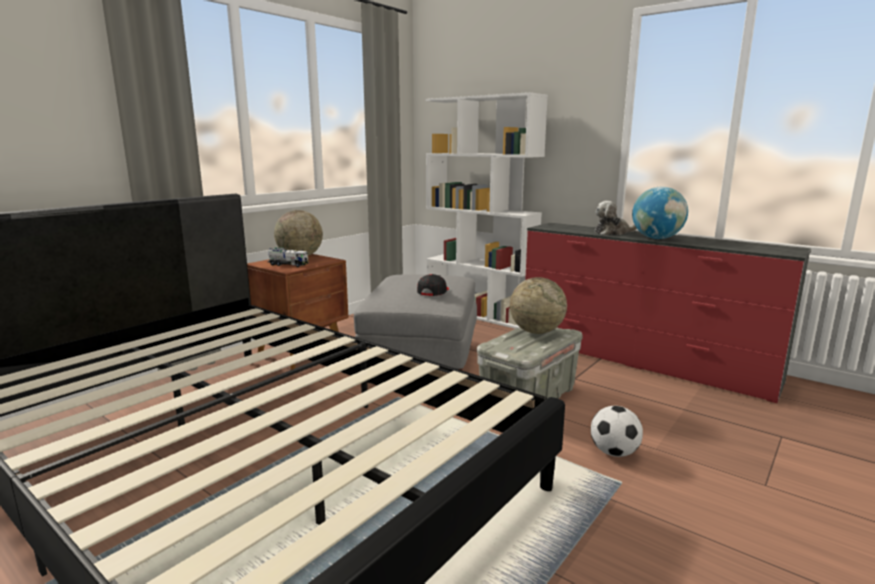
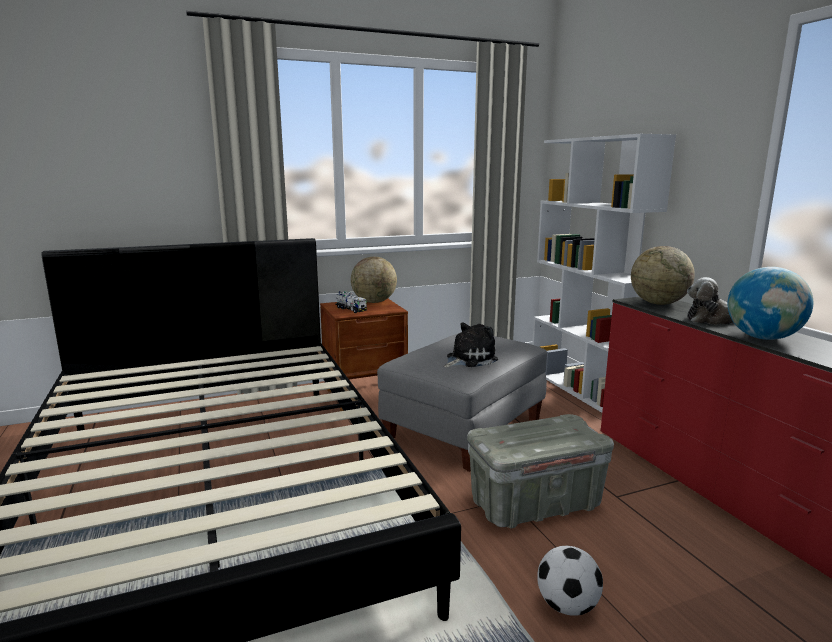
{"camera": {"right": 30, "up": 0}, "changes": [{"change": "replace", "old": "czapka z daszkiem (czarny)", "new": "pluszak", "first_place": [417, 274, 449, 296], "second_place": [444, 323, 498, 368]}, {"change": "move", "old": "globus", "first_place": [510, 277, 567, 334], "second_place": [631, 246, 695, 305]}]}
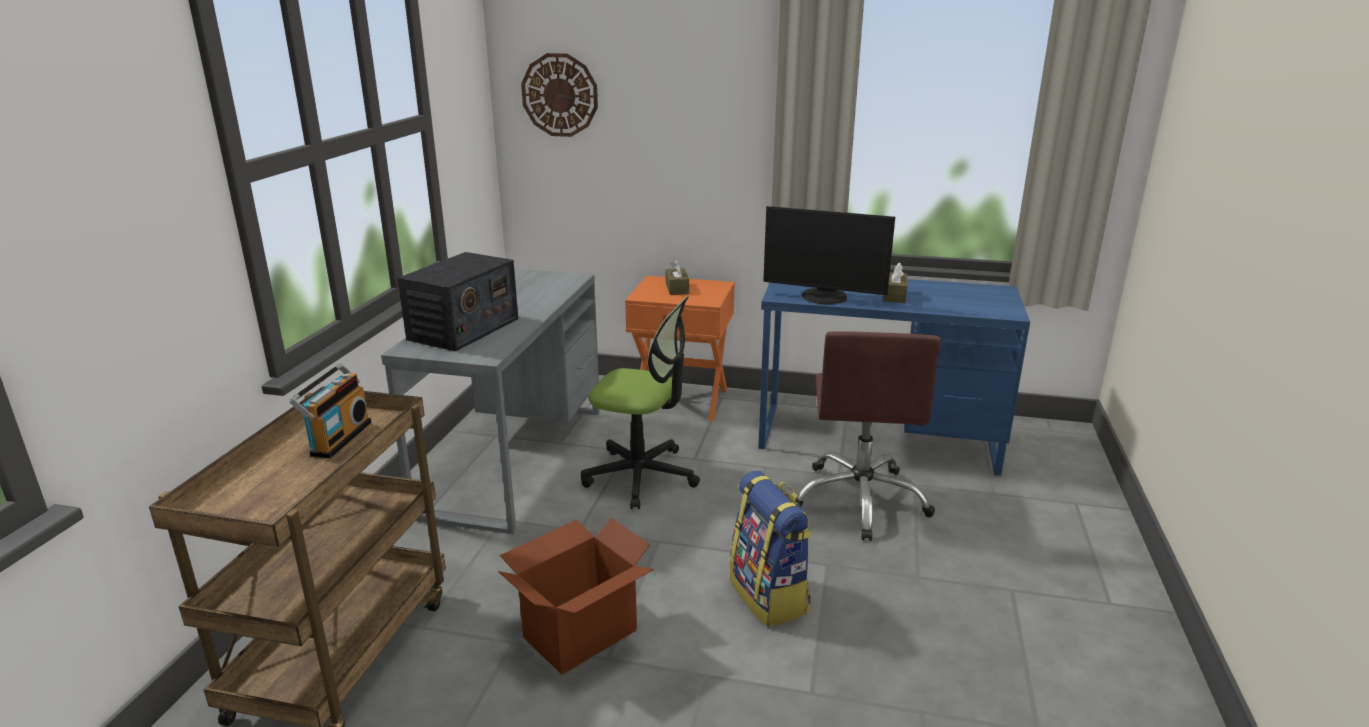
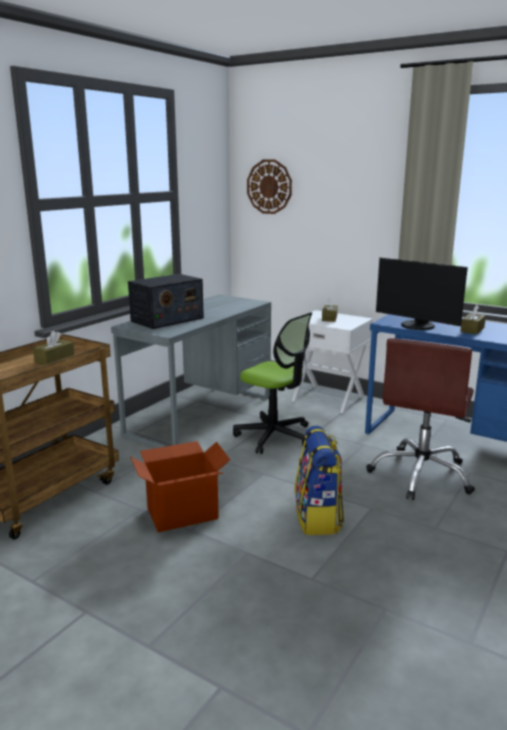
{"camera": {"right": 20, "up": -5}, "changes": [{"change": "replace", "old": "radio", "new": "pudełko chusteczek (brązowy)", "first_place": [289, 363, 371, 458], "second_place": [33, 331, 74, 365]}, {"change": "recolor", "old": "szafka nocna (pomarańczowy)", "new": "szafka nocna (biały)", "first_place": [625, 276, 735, 422], "second_place": [292, 310, 373, 413]}]}
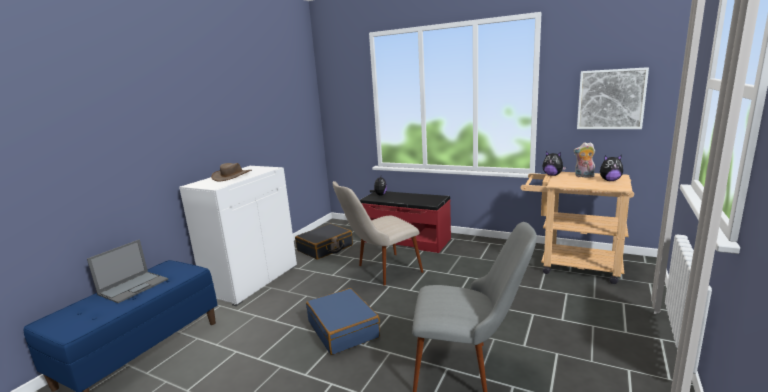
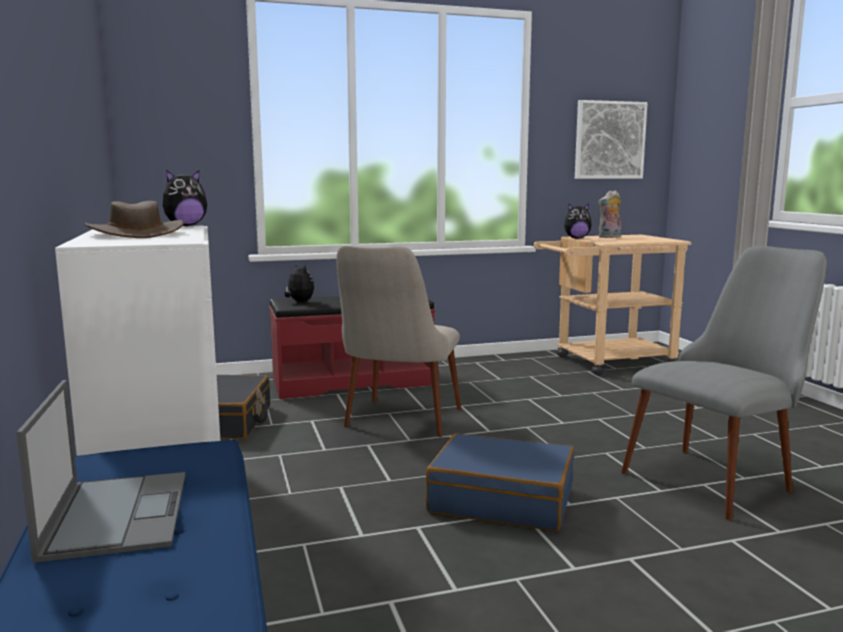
{"camera": {"right": -45, "up": -5}, "changes": [{"change": "move", "old": "pluszak", "first_place": [600, 155, 623, 181], "second_place": [162, 170, 207, 226]}]}
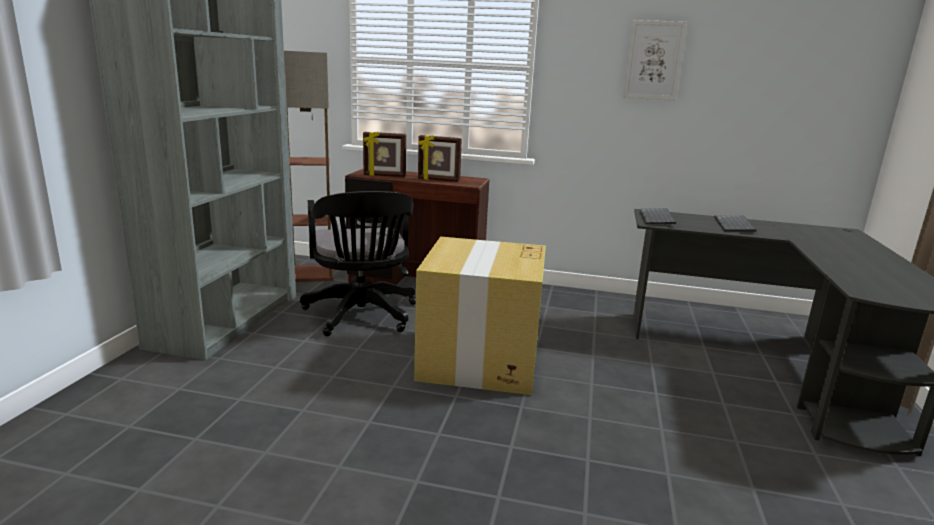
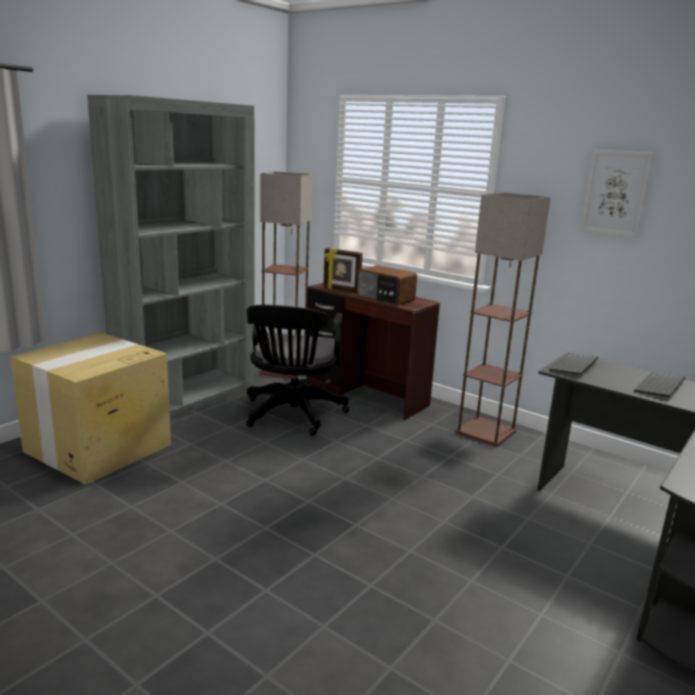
{"camera": {"right": 25, "up": 0}, "changes": [{"change": "move", "old": "karton", "first_place": [414, 237, 546, 395], "second_place": [11, 333, 171, 485]}, {"change": "replace", "old": "ramka na zdjęcie", "new": "radio", "first_place": [418, 135, 462, 182], "second_place": [357, 265, 417, 306]}, {"change": "insert", "new": "lampa stojąca", "second_place": [456, 192, 551, 447]}]}
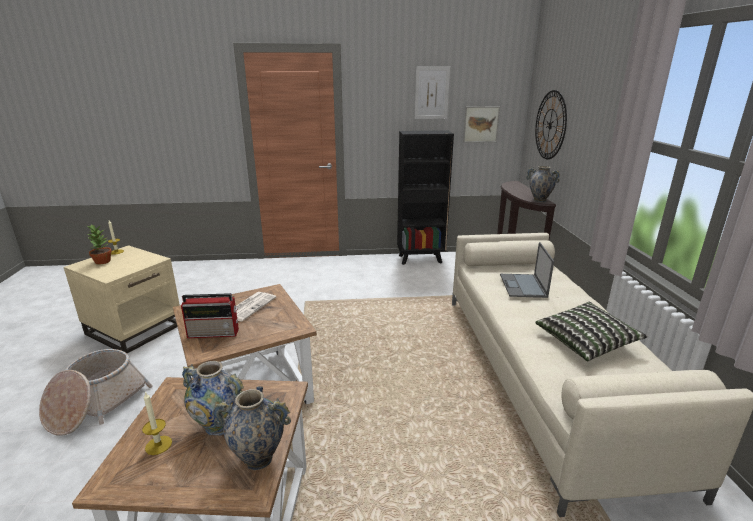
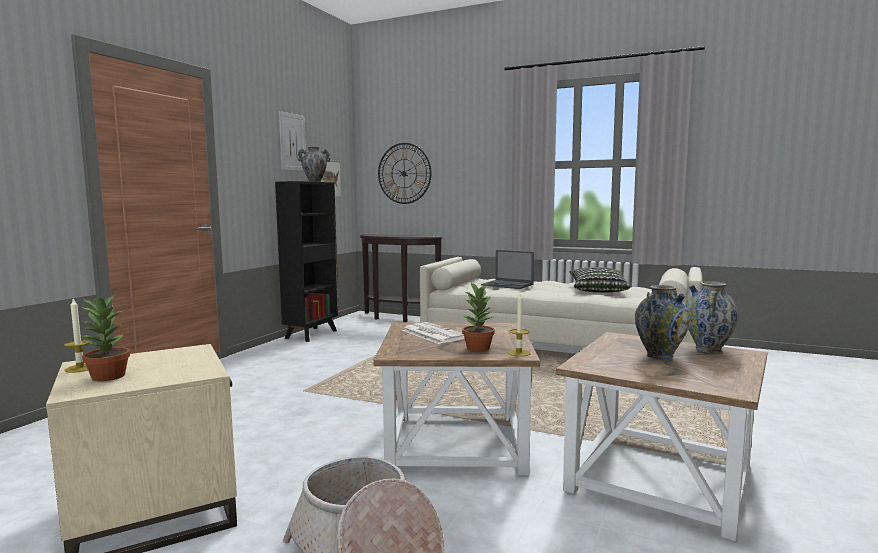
{"camera": {"right": -60, "up": -15}, "changes": [{"change": "move", "old": "świeca", "first_place": [142, 392, 172, 455], "second_place": [508, 294, 531, 357]}, {"change": "replace", "old": "radio", "new": "roślina doniczkowa", "first_place": [181, 293, 239, 338], "second_place": [462, 283, 495, 351]}, {"change": "move", "old": "wazon", "first_place": [526, 166, 560, 202], "second_place": [297, 147, 330, 182]}]}
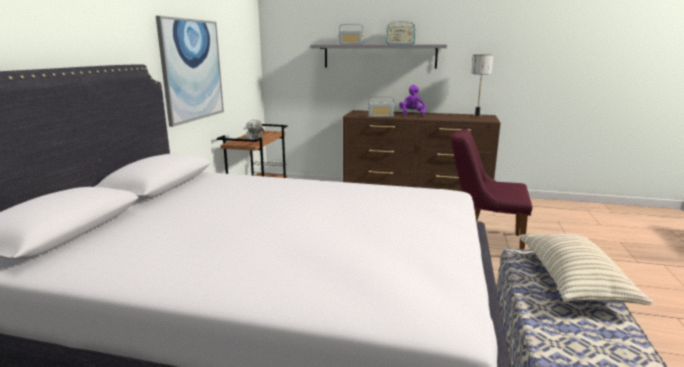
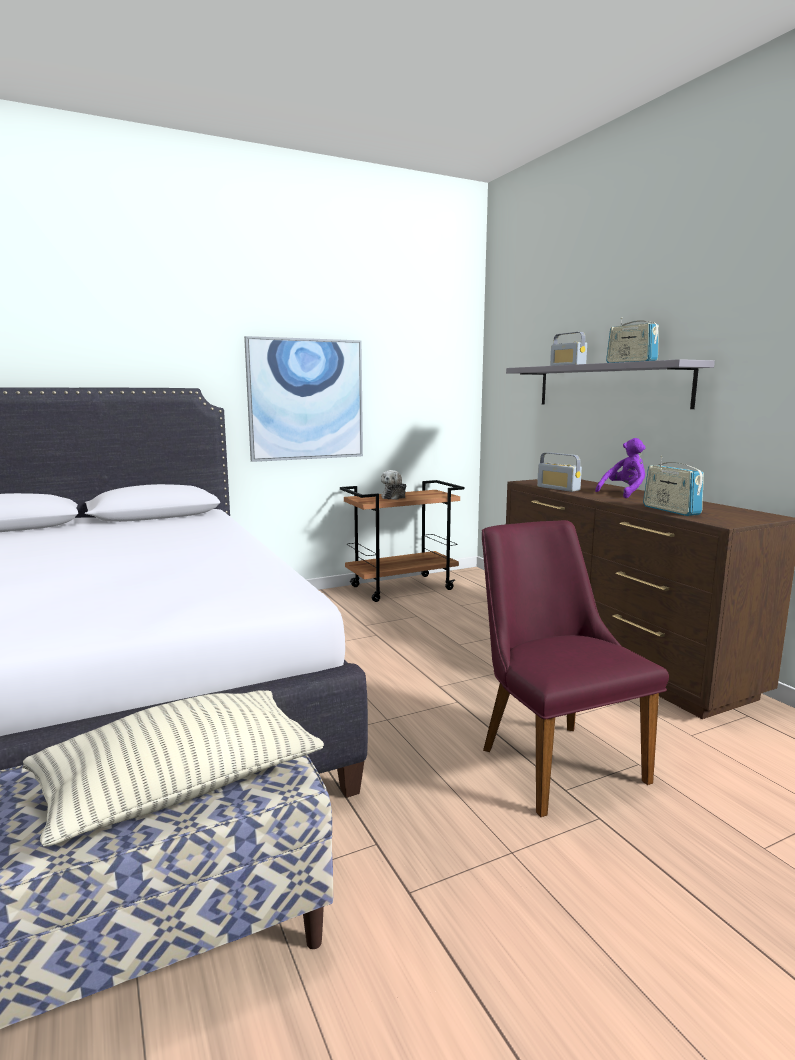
{"camera": {"right": 50, "up": -5}, "changes": [{"change": "delete", "old": "lampa stołowa", "first_place": [471, 55, 493, 117]}, {"change": "insert", "new": "radio", "second_place": [643, 456, 704, 516]}]}
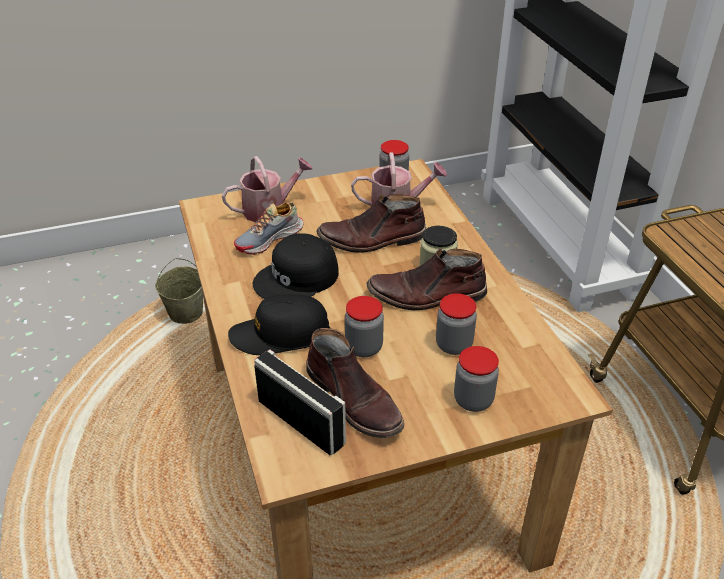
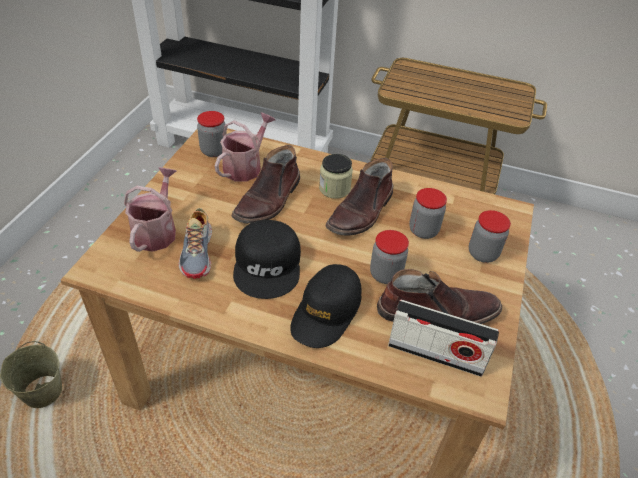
{"camera": {"right": -55, "up": 5}, "changes": [{"change": "rotate", "old": "radio", "first_place": [254, 350, 346, 455], "second_place": [388, 299, 499, 377], "degrees": -150}]}
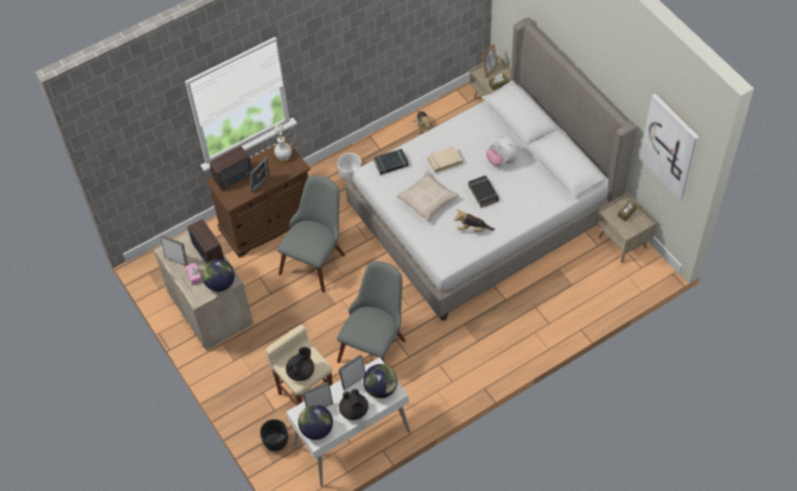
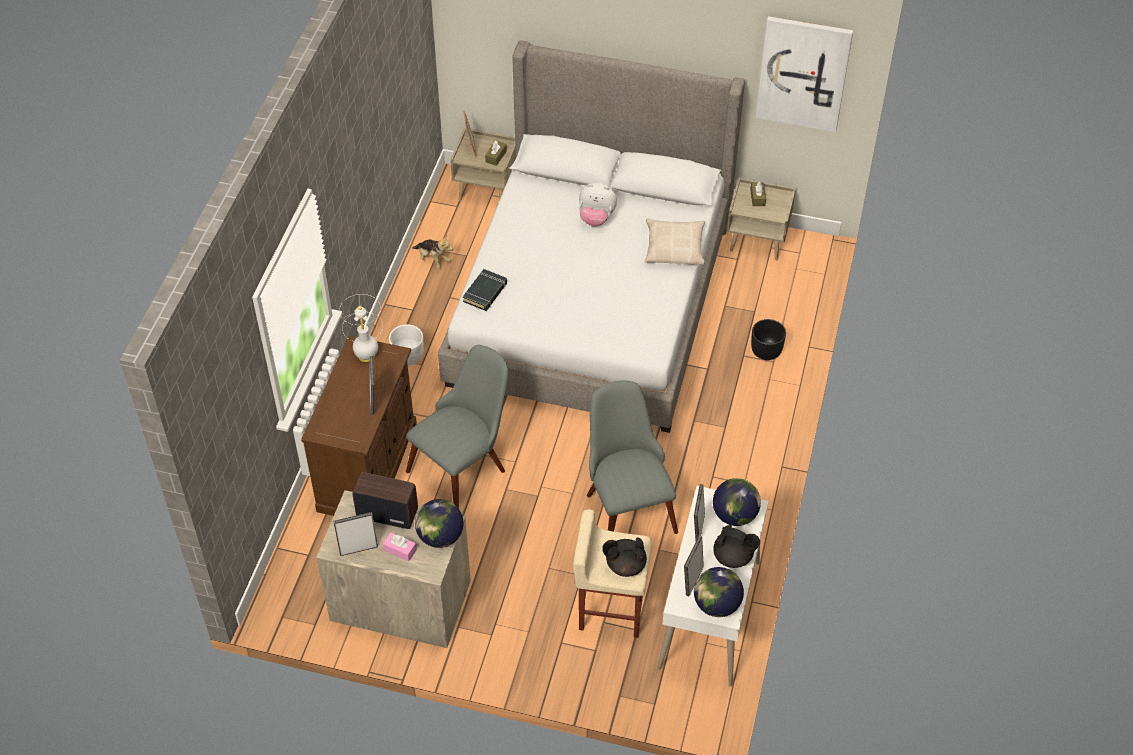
{"camera": {"right": -45, "up": -5}, "changes": [{"change": "delete", "old": "radio", "first_place": [210, 146, 253, 190]}, {"change": "move", "old": "donica (czarny)", "first_place": [260, 419, 288, 451], "second_place": [751, 319, 786, 360]}, {"change": "rotate", "old": "krzesło (szary)", "first_place": [277, 175, 345, 293], "second_place": [406, 345, 509, 508], "degrees": 60}, {"change": "rotate", "old": "imbryk (czarny)", "first_place": [286, 347, 314, 381], "second_place": [602, 537, 647, 577], "degrees": -90}, {"change": "move", "old": "poduszka (beżowy)", "first_place": [397, 171, 459, 221], "second_place": [645, 218, 705, 265]}, {"change": "delete", "old": "książka (beżowy)", "first_place": [428, 146, 463, 173]}, {"change": "delete", "old": "pluszak", "first_place": [454, 210, 495, 232]}, {"change": "delete", "old": "książka (czarny)", "first_place": [468, 175, 499, 208]}]}
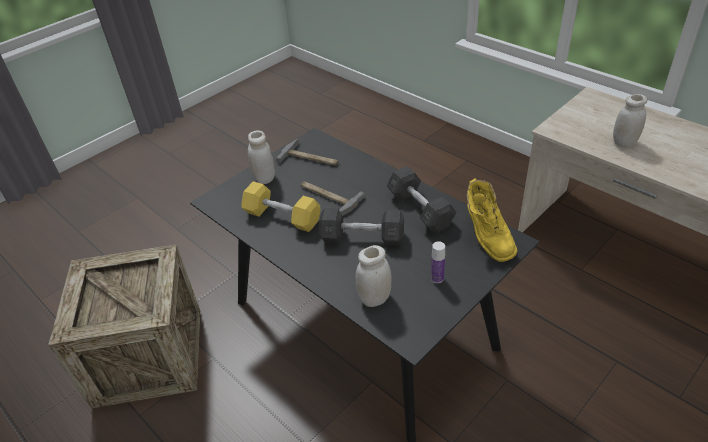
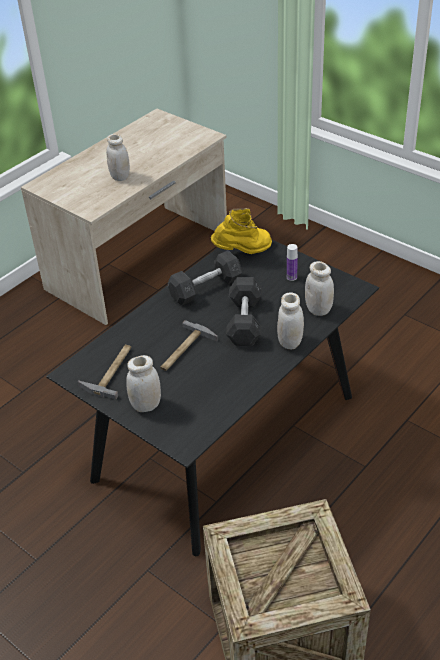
{"camera": {"right": -95, "up": 0}, "changes": [{"change": "delete", "old": "hantel (żółty)", "first_place": [241, 181, 321, 232]}, {"change": "insert", "new": "słoik (biały)", "second_place": [277, 292, 304, 350]}]}
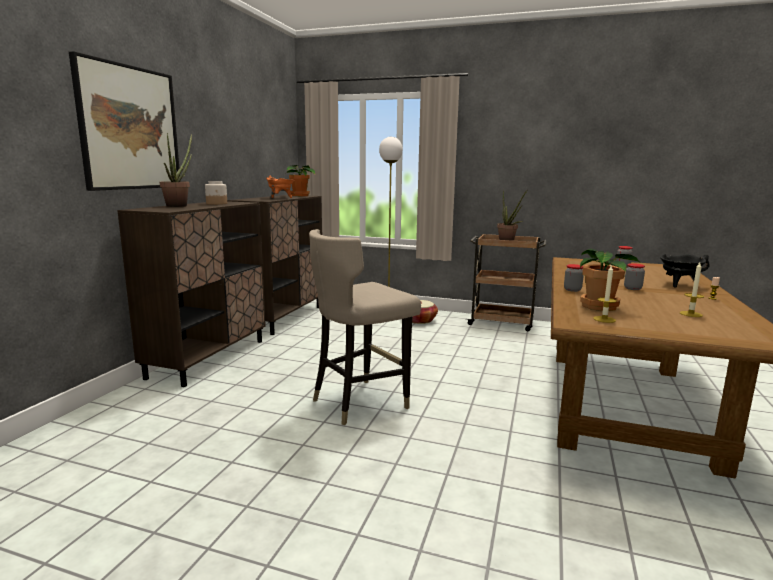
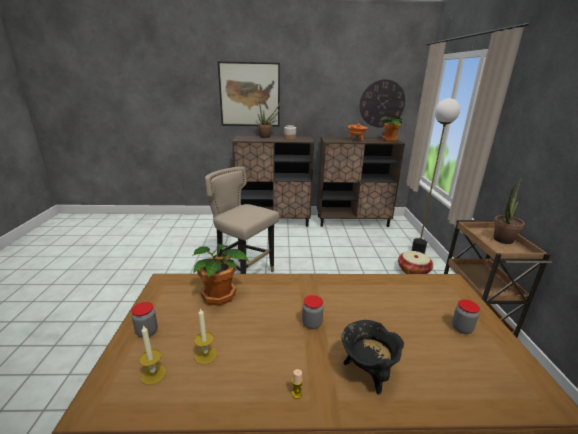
{"camera": {"right": 70, "up": 10}, "changes": [{"change": "move", "old": "słoik", "first_place": [564, 264, 584, 292], "second_place": [131, 302, 158, 338]}, {"change": "move", "old": "świeca", "first_place": [593, 264, 617, 323], "second_place": [139, 325, 166, 385]}, {"change": "insert", "new": "zegar ścienny", "second_place": [360, 79, 405, 128]}]}
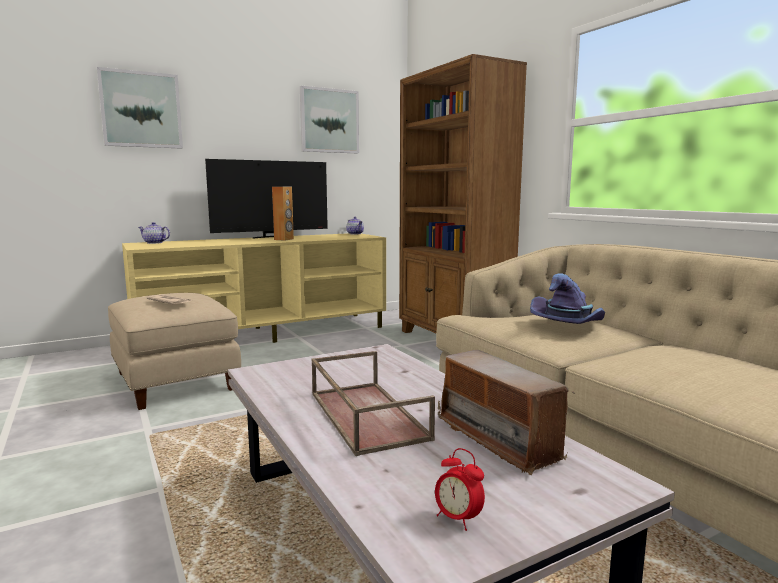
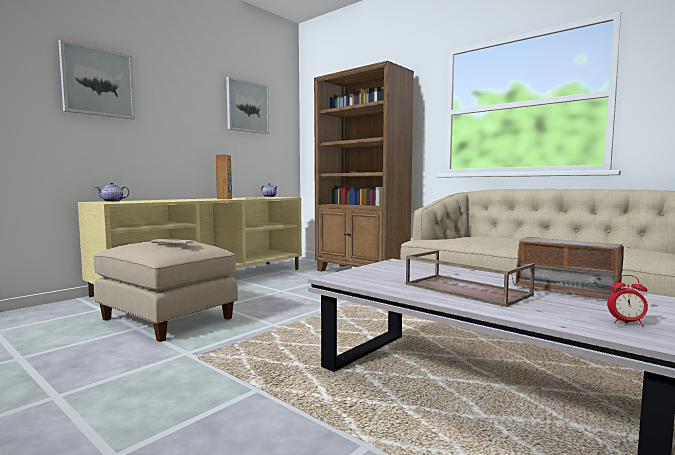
{"camera": {"right": -20, "up": -5}, "changes": [{"change": "delete", "old": "telewizor", "first_place": [205, 159, 328, 239]}, {"change": "delete", "old": "kapelusz (fioletowy)", "first_place": [530, 273, 605, 324]}]}
